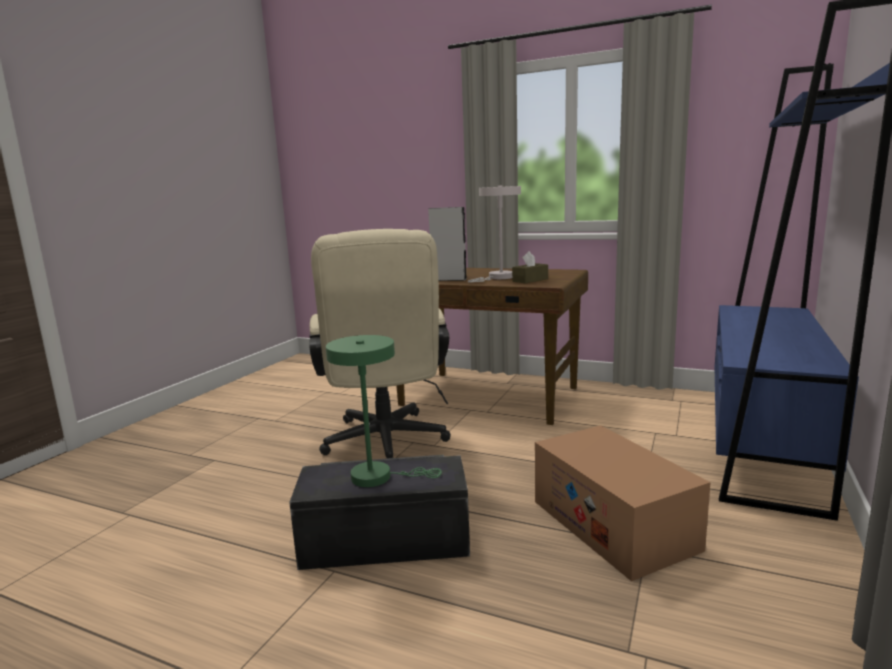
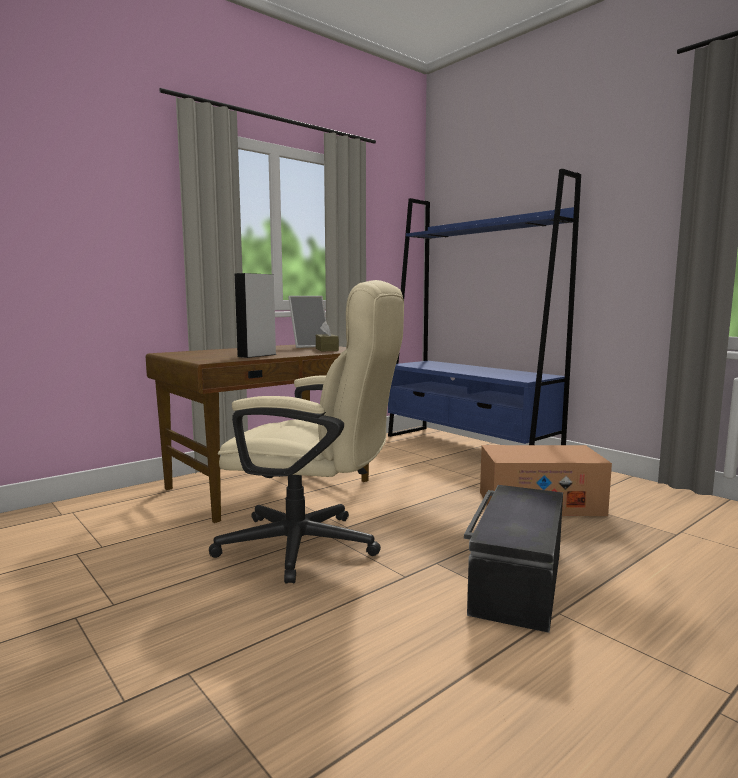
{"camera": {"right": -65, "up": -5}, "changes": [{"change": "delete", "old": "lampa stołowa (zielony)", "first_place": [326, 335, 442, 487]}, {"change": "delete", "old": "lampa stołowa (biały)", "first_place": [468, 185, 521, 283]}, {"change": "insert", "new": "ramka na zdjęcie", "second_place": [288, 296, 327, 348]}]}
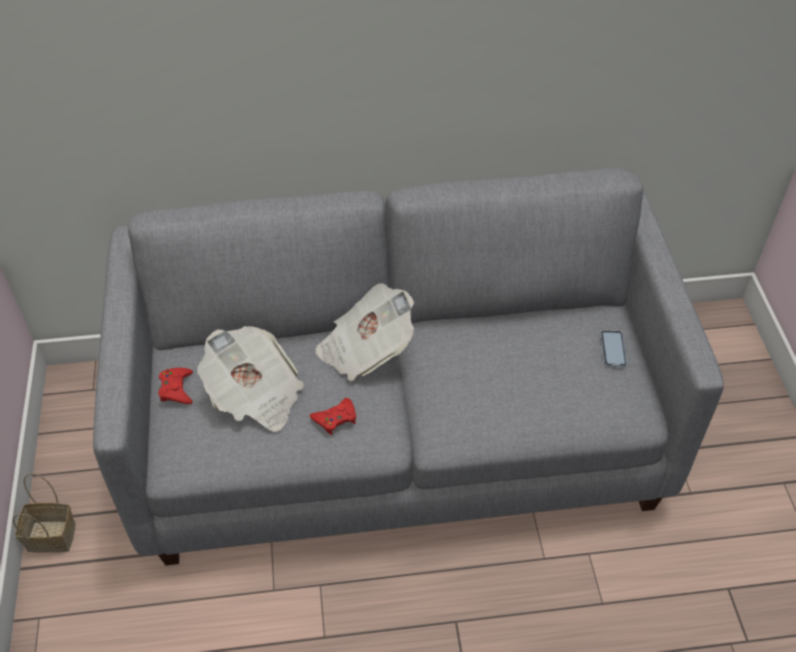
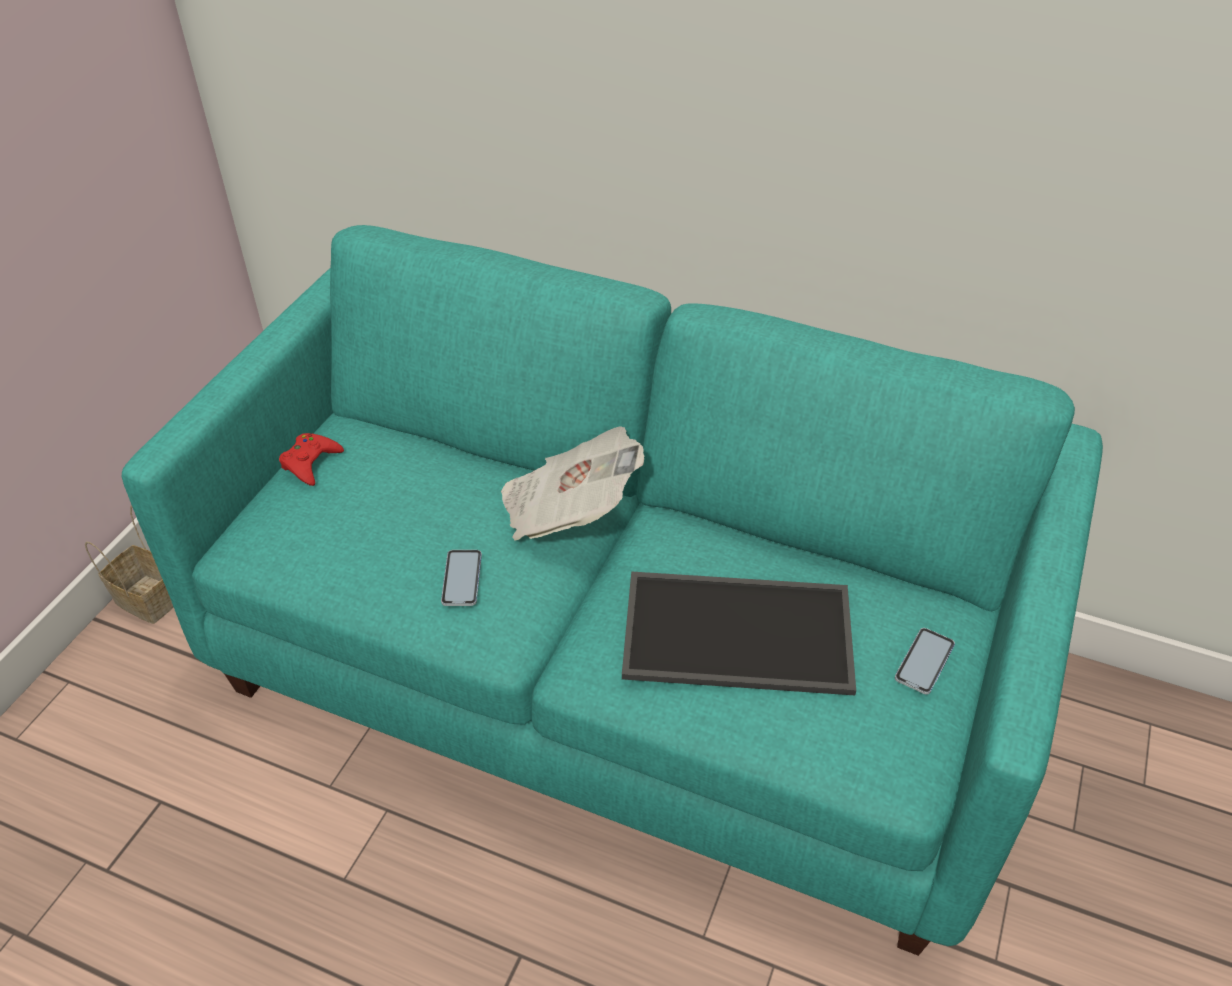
{"camera": {"right": 30, "up": -5}, "changes": [{"change": "recolor", "old": "kanapa (szary)", "new": "kanapa (turkusowy)", "first_place": [93, 168, 724, 565], "second_place": [122, 225, 1103, 956]}, {"change": "delete", "old": "gazeta", "first_place": [197, 326, 304, 432]}, {"change": "replace", "old": "pad do gier (czerwony)", "new": "telefon", "first_place": [310, 398, 356, 435], "second_place": [441, 550, 482, 606]}, {"change": "insert", "new": "taca", "second_place": [622, 571, 856, 695]}]}
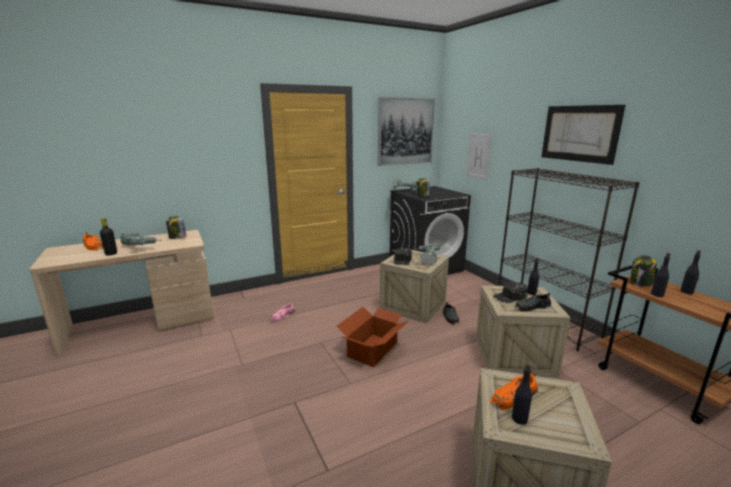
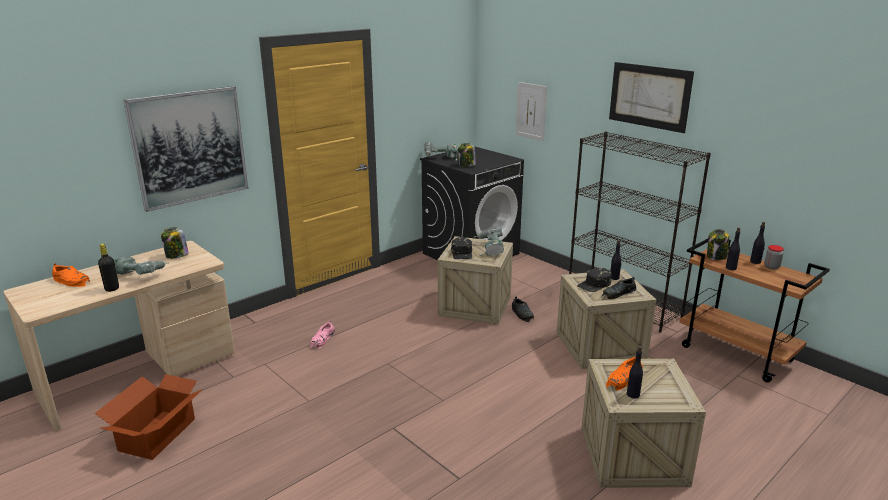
{"camera": {"right": -15, "up": 5}, "changes": [{"change": "move", "old": "karton", "first_place": [336, 307, 408, 367], "second_place": [95, 374, 203, 460]}, {"change": "move", "old": "obraz", "first_place": [378, 97, 435, 166], "second_place": [123, 86, 248, 212]}, {"change": "insert", "new": "słoik", "second_place": [765, 245, 784, 270]}]}
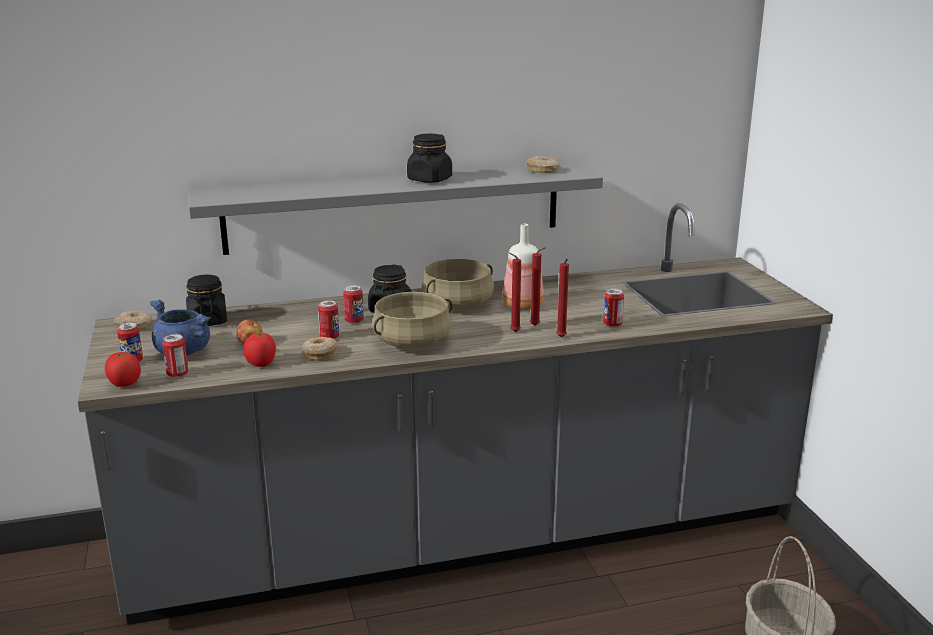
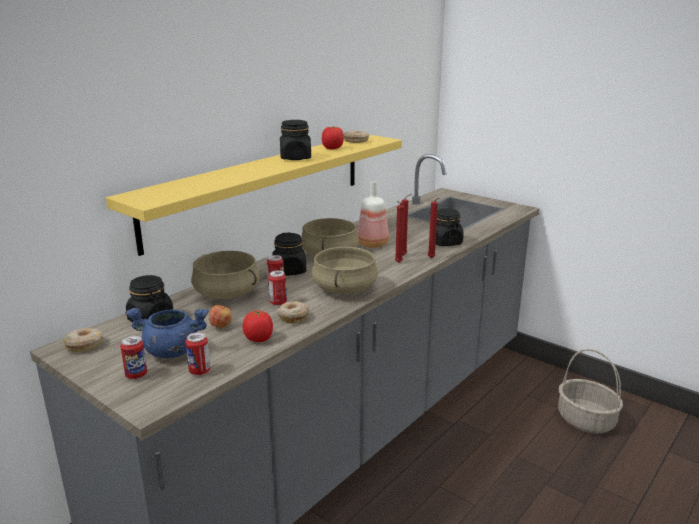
{"camera": {"right": -35, "up": 0}, "changes": [{"change": "move", "old": "pomidor", "first_place": [105, 352, 141, 387], "second_place": [322, 126, 344, 149]}, {"change": "recolor", "old": "półka (szary)", "new": "półka (żółty)", "first_place": [189, 163, 603, 255], "second_place": [106, 135, 402, 256]}, {"change": "replace", "old": "puszka", "new": "słoik (czarny)", "first_place": [603, 289, 624, 327], "second_place": [436, 208, 464, 246]}, {"change": "insert", "new": "garnek (beżowy)", "second_place": [191, 251, 259, 299]}]}
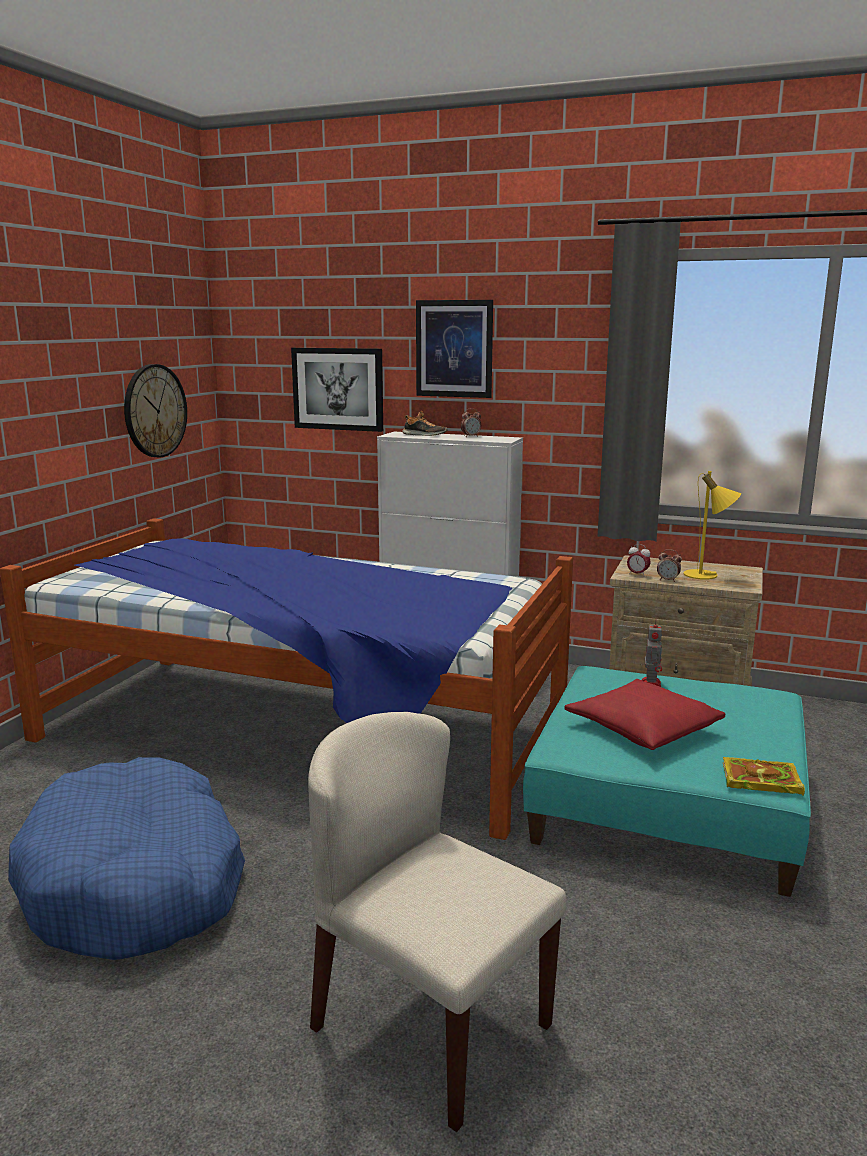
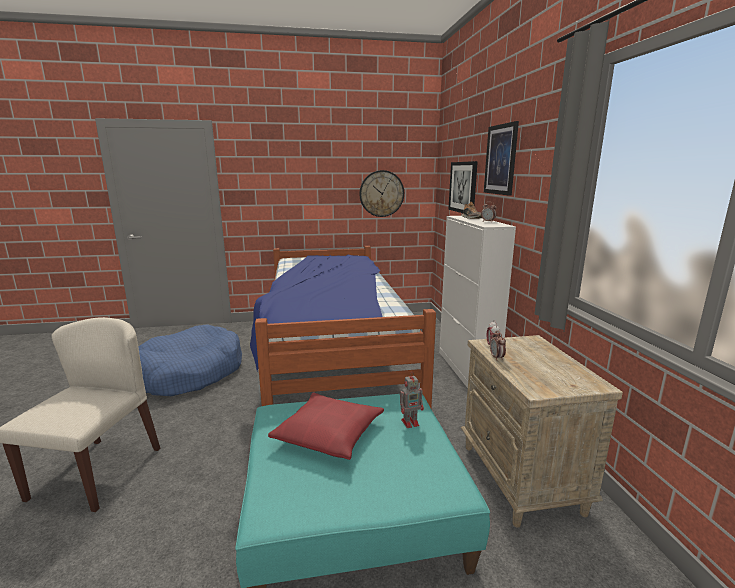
{"camera": {"right": 60, "up": 0}, "changes": [{"change": "delete", "old": "lampa stołowa (żółty)", "first_place": [683, 471, 741, 580]}, {"change": "delete", "old": "książka", "first_place": [723, 757, 805, 796]}]}
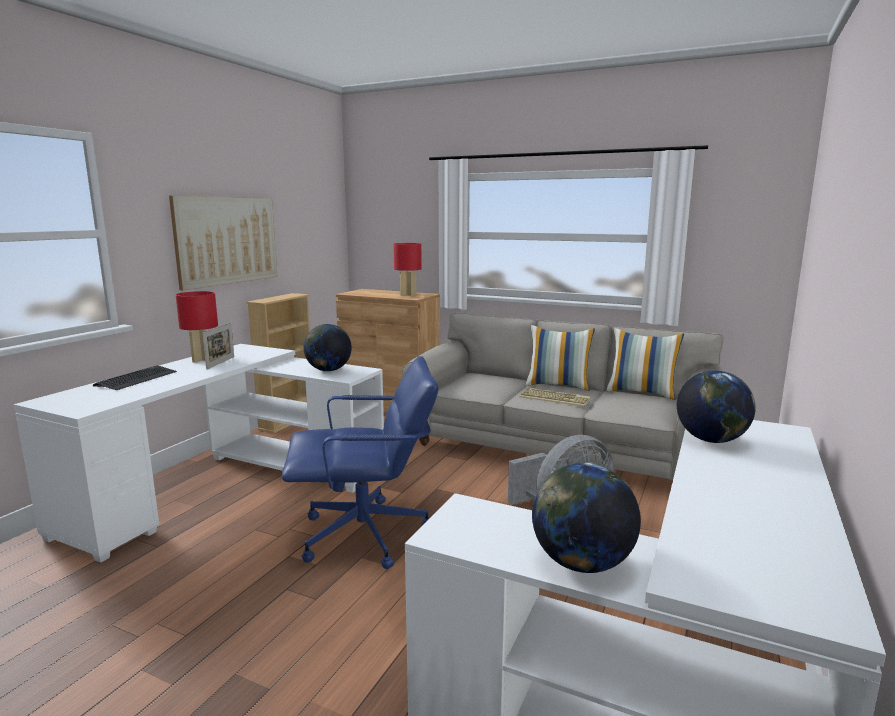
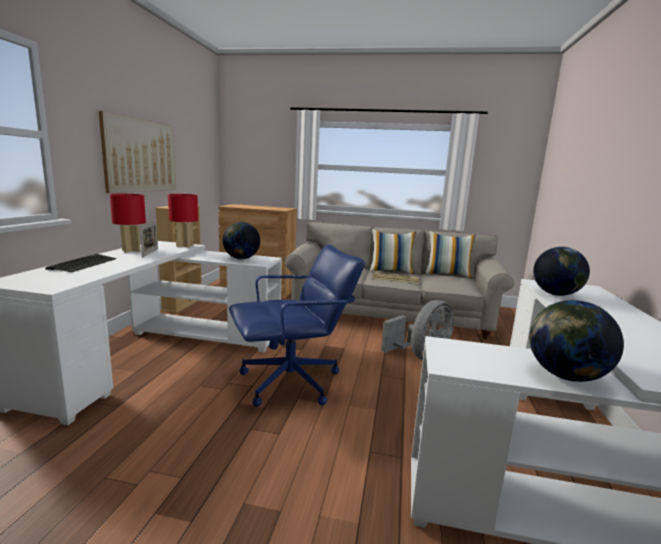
{"camera": {"right": -15, "up": 0}, "changes": [{"change": "move", "old": "lampa stołowa (czerwony)", "first_place": [394, 243, 422, 296], "second_place": [168, 194, 198, 248]}]}
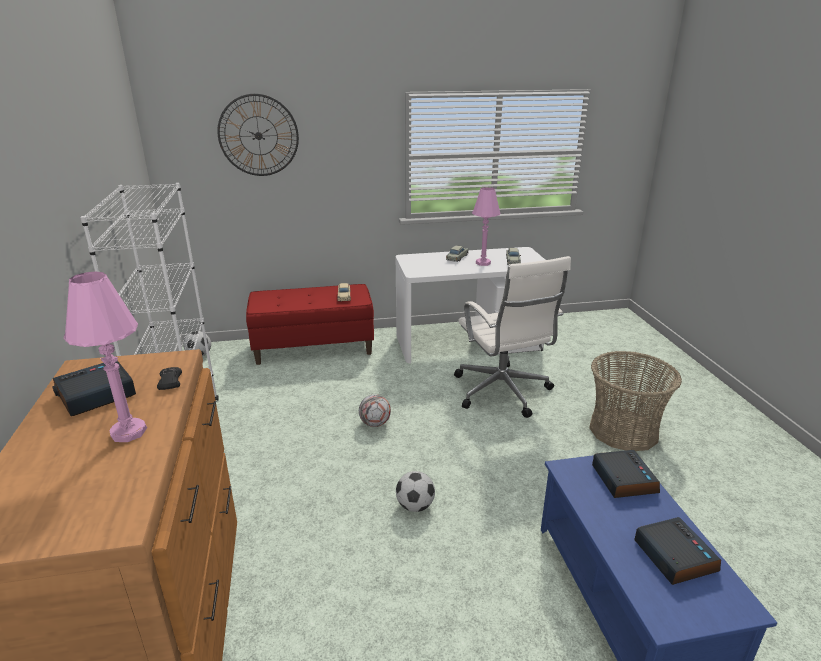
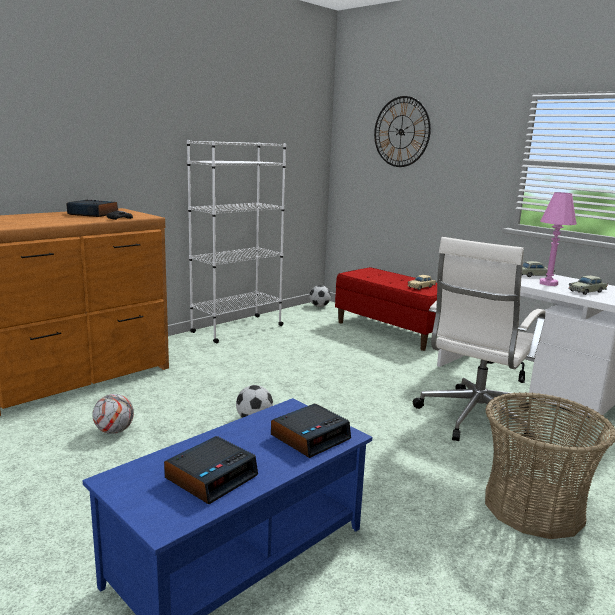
{"camera": {"right": 55, "up": -10}, "changes": [{"change": "delete", "old": "lampa stołowa (różowy)", "first_place": [64, 271, 147, 442]}, {"change": "move", "old": "piłka futbolowa", "first_place": [359, 394, 391, 427], "second_place": [92, 394, 134, 434]}]}
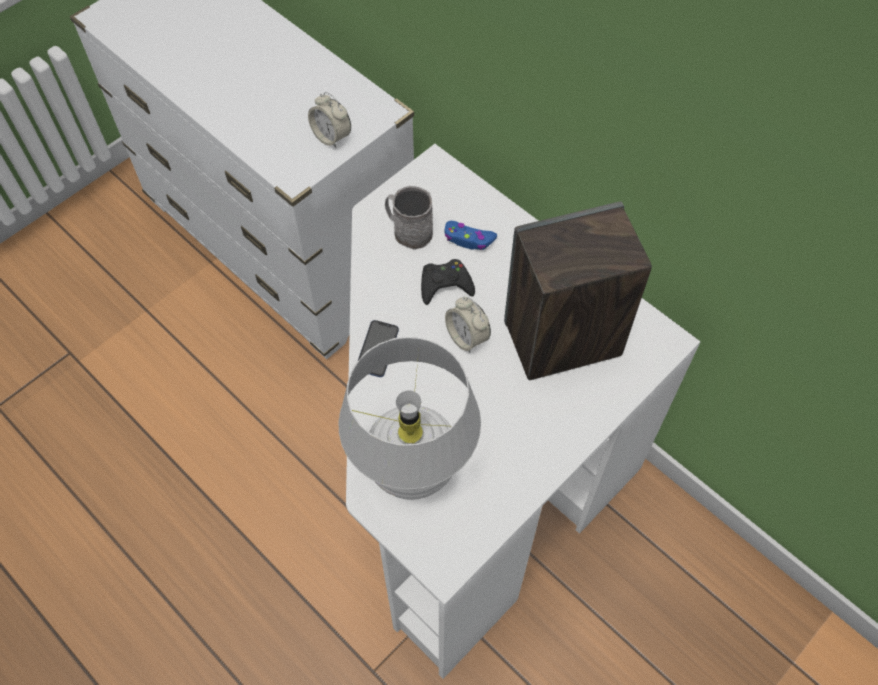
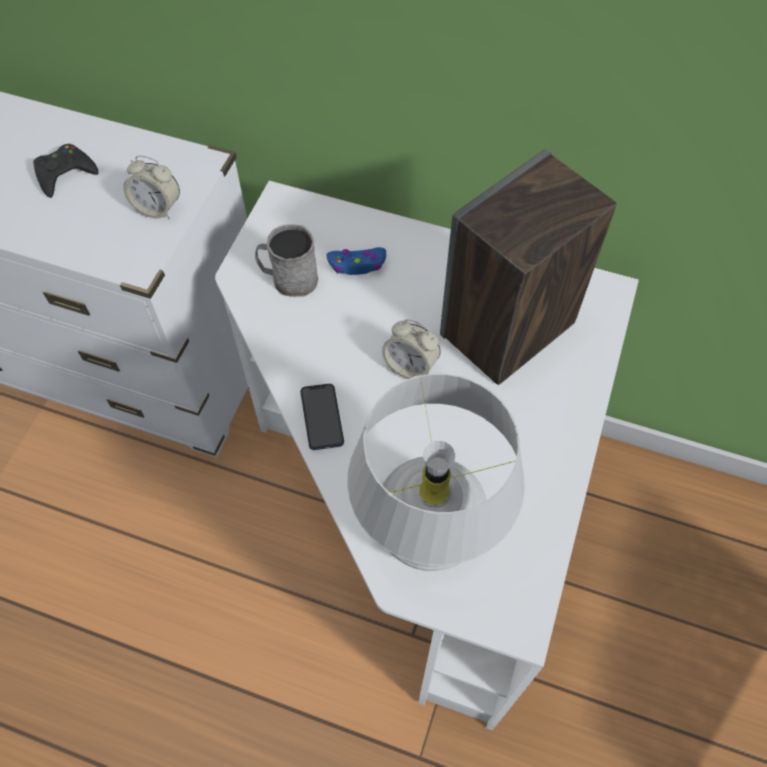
{"camera": {"right": -25, "up": 0}, "changes": [{"change": "move", "old": "pad do gier (czarny)", "first_place": [421, 259, 475, 305], "second_place": [33, 144, 99, 198]}]}
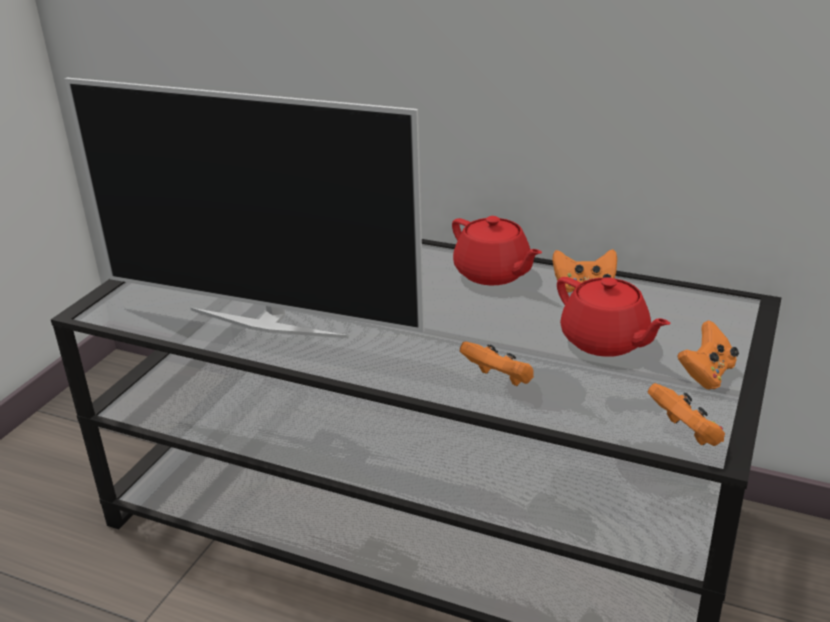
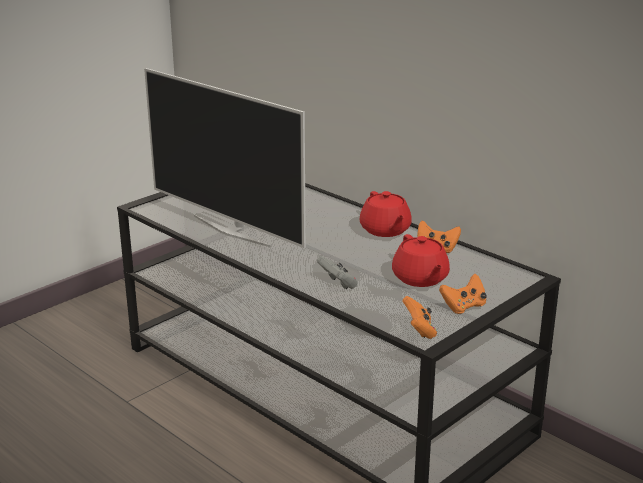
{"camera": {"right": 20, "up": -5}, "changes": [{"change": "recolor", "old": "pad do gier (pomarańczowy)", "new": "pad do gier (szary)", "first_place": [460, 342, 534, 386], "second_place": [317, 256, 358, 289]}]}
